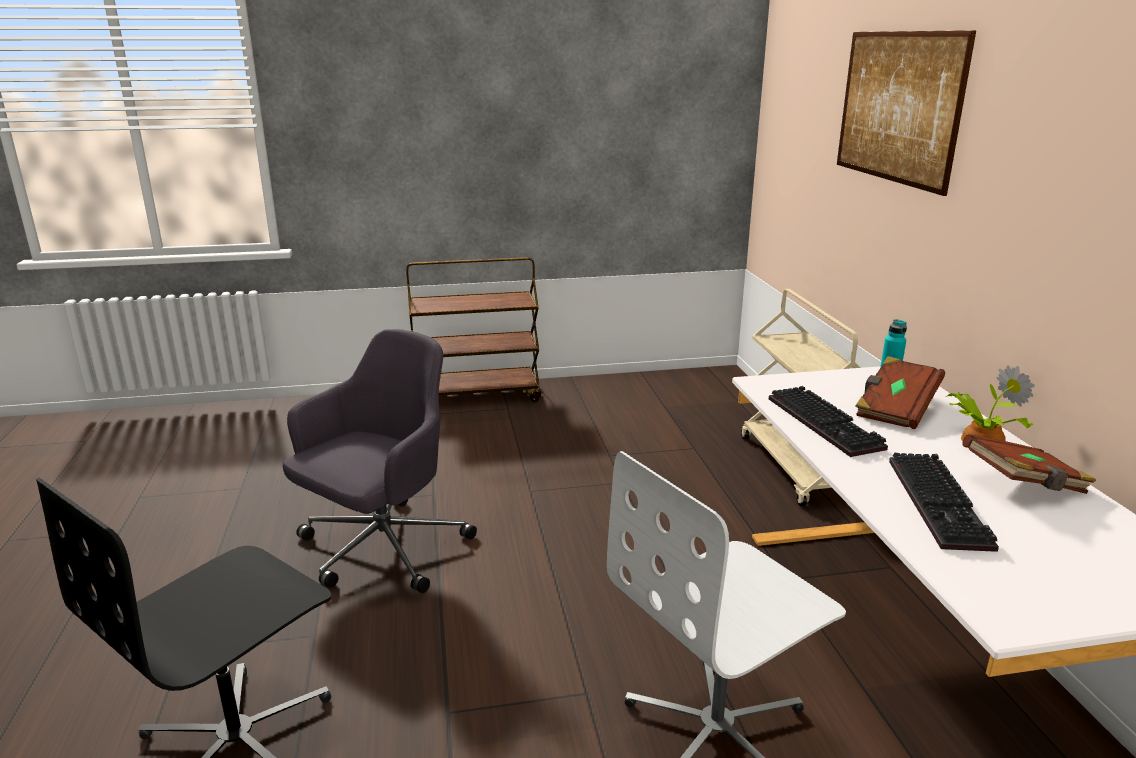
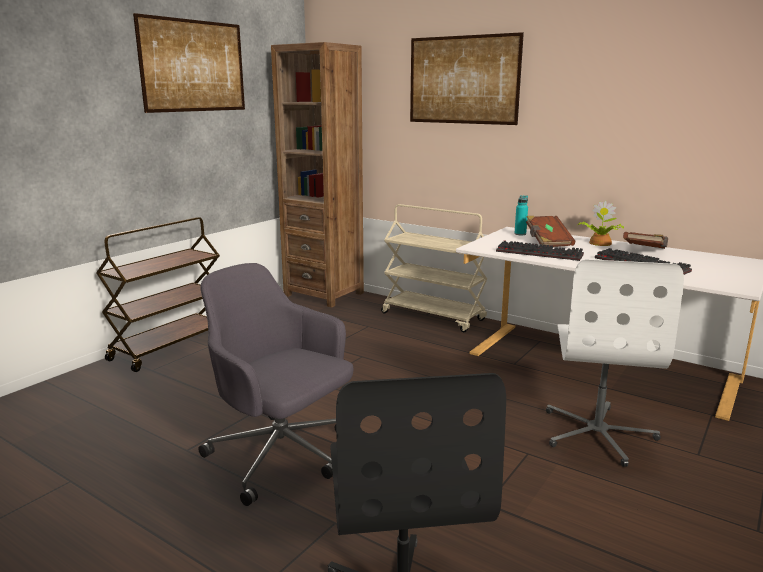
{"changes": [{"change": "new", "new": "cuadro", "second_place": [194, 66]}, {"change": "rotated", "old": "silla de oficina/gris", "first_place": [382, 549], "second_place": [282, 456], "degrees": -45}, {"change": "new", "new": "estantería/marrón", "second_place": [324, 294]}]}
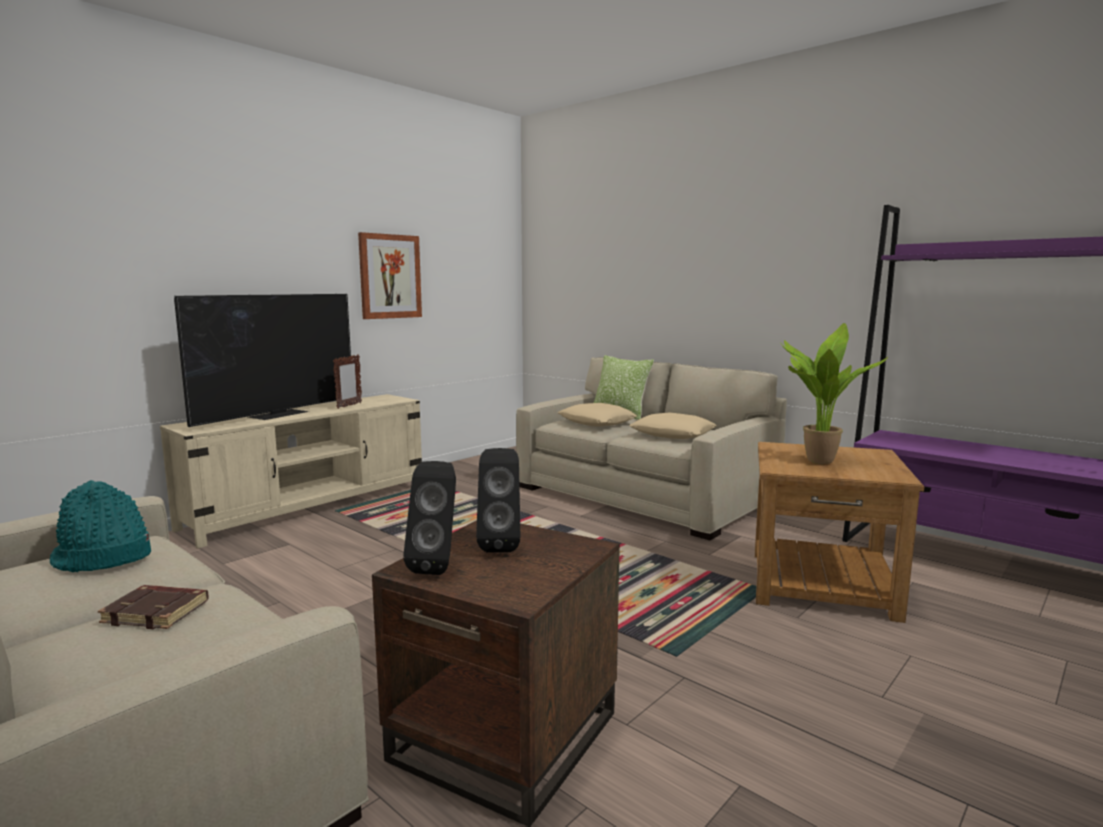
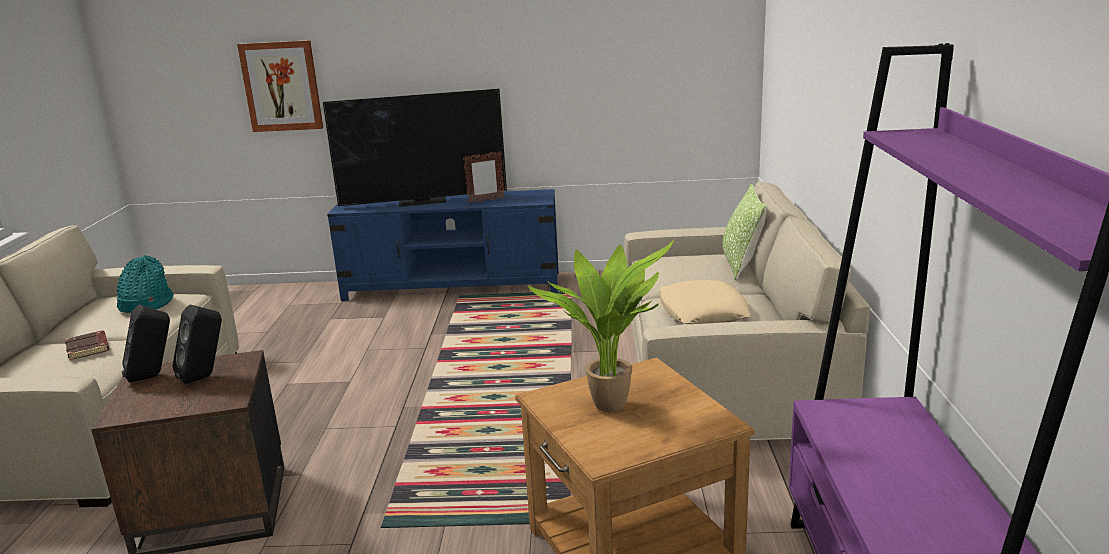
{"changes": [{"change": "shifted", "old": "cuadro", "first_place": [390, 276], "second_place": [282, 86]}, {"change": "repainted", "old": "mueble de televisión/beis", "new": "mueble de televisión/azul", "first_place": [310, 507], "second_place": [453, 286]}, {"change": "gone", "old": "cojín/beis", "first_place": [596, 422]}]}
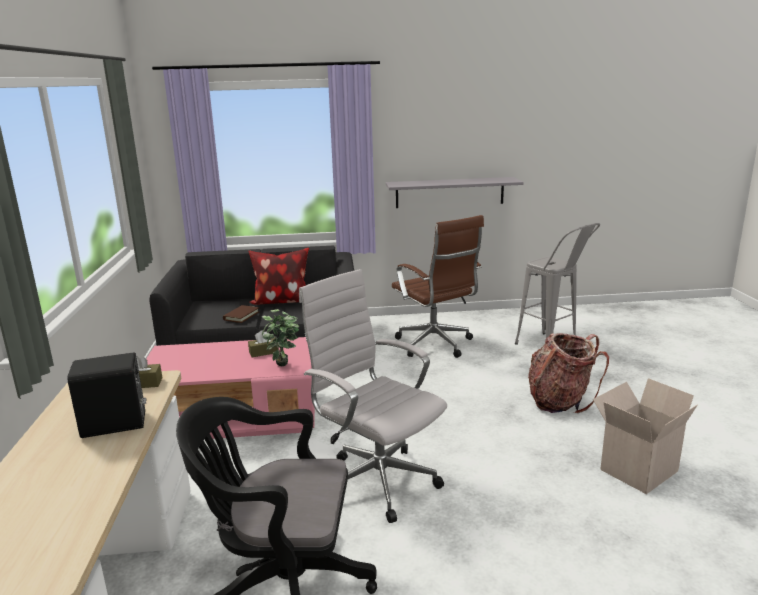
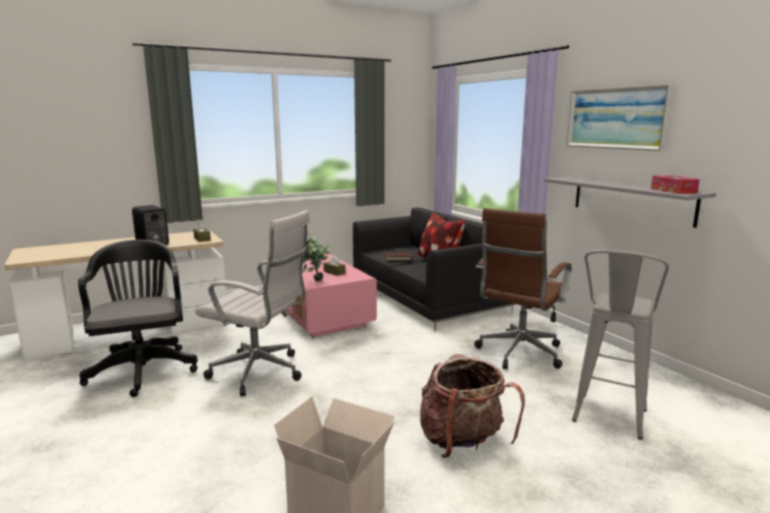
{"changes": [{"change": "rotated", "old": "silla de oficina/blanco", "first_place": [376, 480], "second_place": [261, 373], "degrees": 90}, {"change": "new", "new": "cuadro", "second_place": [615, 118]}, {"change": "new", "new": "caja de pañuelos", "second_place": [673, 191]}]}
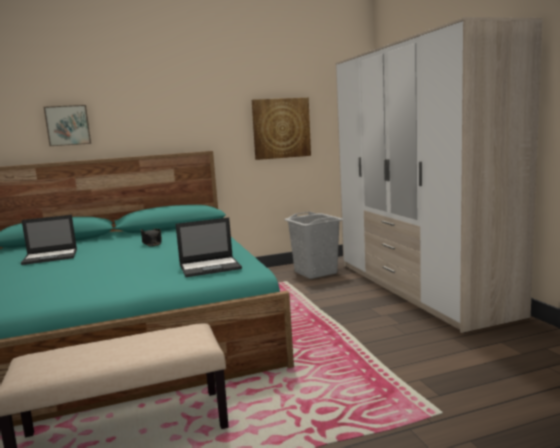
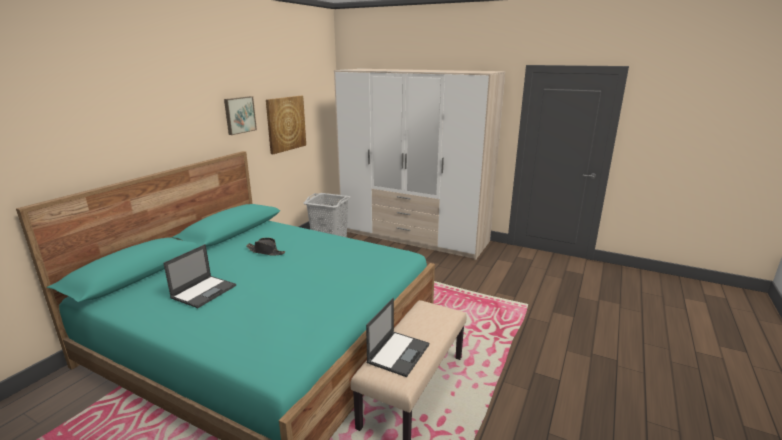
{"changes": [{"change": "shifted", "old": "cuadro", "first_place": [68, 125], "second_place": [239, 115]}, {"change": "shifted", "old": "portátil", "first_place": [211, 267], "second_place": [398, 353]}]}
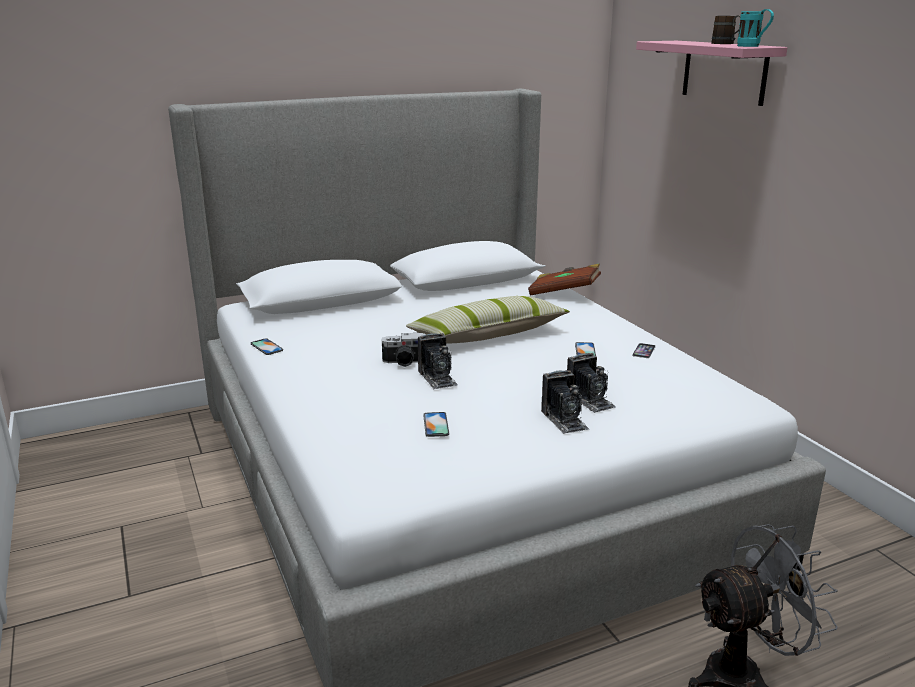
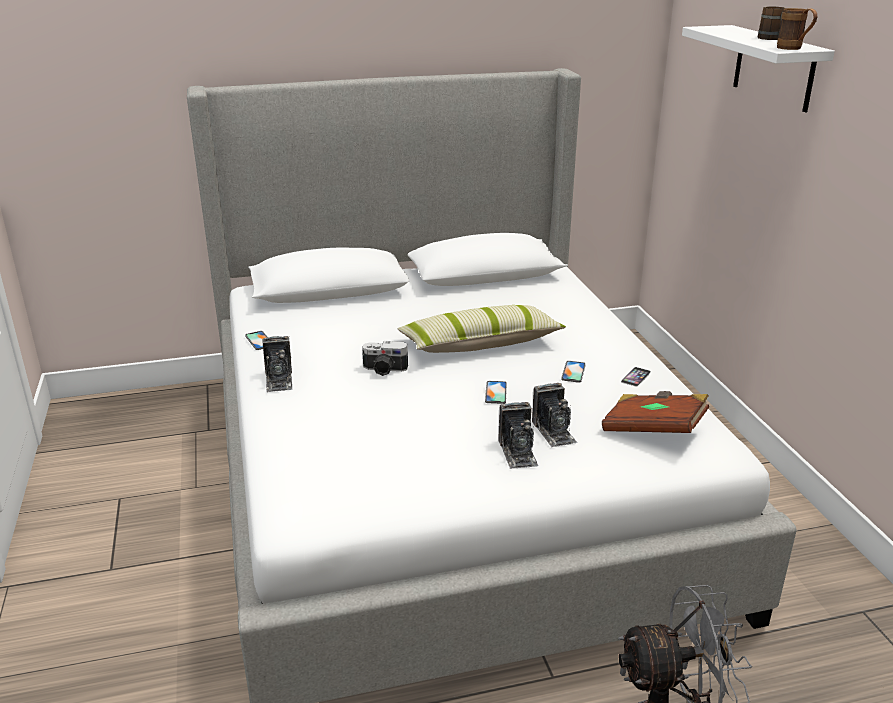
{"changes": [{"change": "shifted", "old": "cámara", "first_place": [437, 378], "second_place": [279, 380]}, {"change": "shifted", "old": "móvil", "first_place": [436, 425], "second_place": [496, 392]}, {"change": "shifted", "old": "libro/marrón", "first_place": [564, 293], "second_place": [653, 430]}, {"change": "repainted", "old": "estante/rosa", "new": "estante/blanco", "first_place": [724, 72], "second_place": [773, 68]}, {"change": "repainted", "old": "taza grande/turquesa", "new": "taza grande/marrón", "first_place": [752, 46], "second_place": [793, 48]}]}
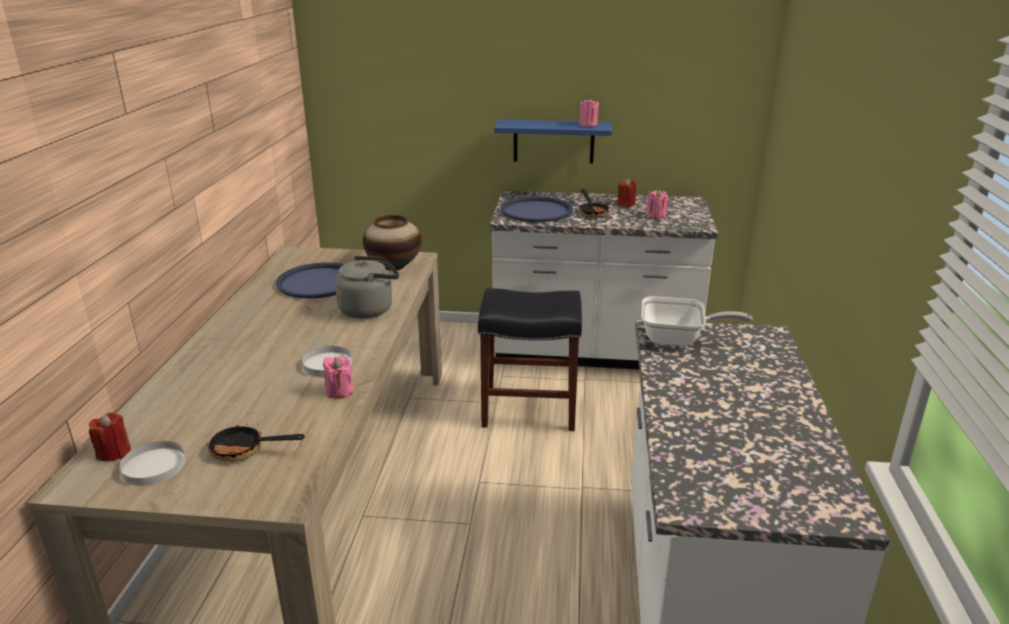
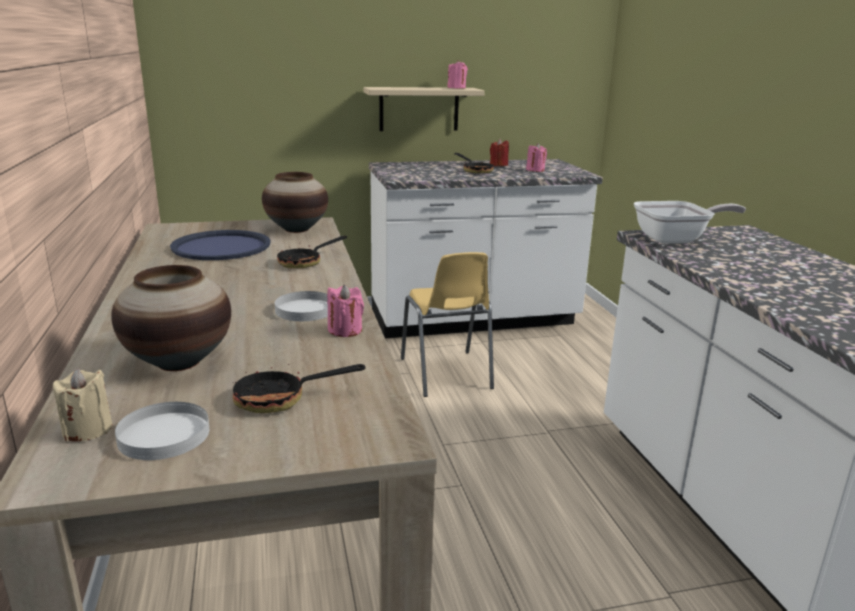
{"changes": [{"change": "repainted", "old": "vela/rojo", "new": "vela/beis", "first_place": [114, 452], "second_place": [87, 430]}, {"change": "new", "new": "florero", "second_place": [179, 362]}, {"change": "swapped", "old": "hervidor/gris", "new": "sartén", "first_place": [369, 309], "second_place": [305, 262]}, {"change": "repainted", "old": "estante/azul", "new": "estante/beis", "first_place": [553, 141], "second_place": [419, 109]}, {"change": "swapped", "old": "taburete/negro", "new": "silla/amarillo", "first_place": [527, 410], "second_place": [446, 374]}, {"change": "gone", "old": "bandeja/azul", "first_place": [536, 210]}]}
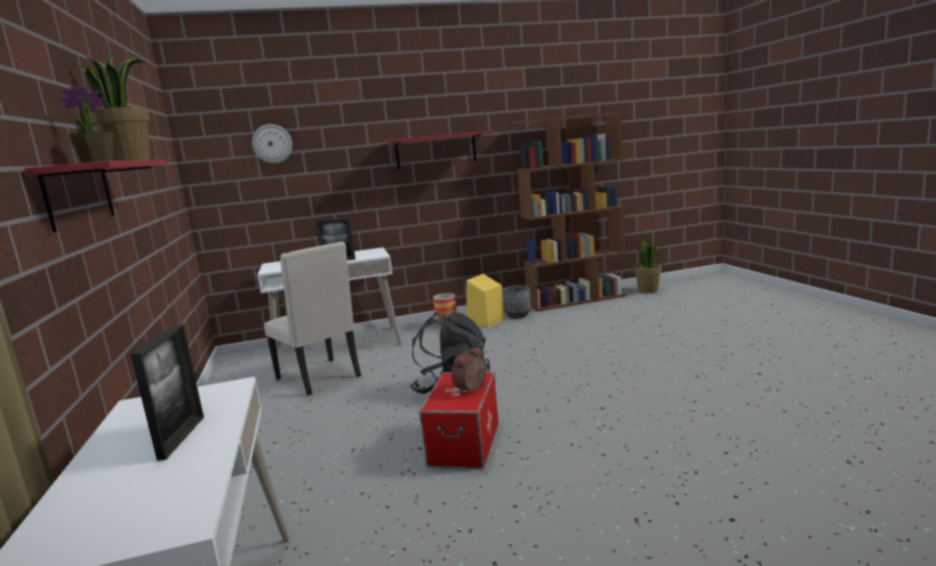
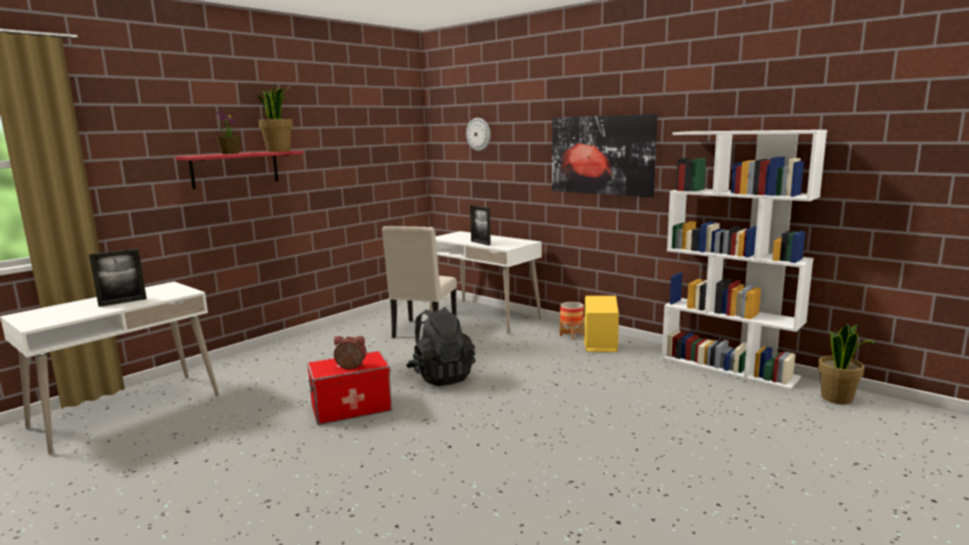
{"changes": [{"change": "swapped", "old": "estante/rojo", "new": "cuadro", "first_place": [436, 150], "second_place": [602, 155]}, {"change": "repainted", "old": "estantería/marrón", "new": "estantería/blanco", "first_place": [576, 300], "second_place": [729, 368]}, {"change": "gone", "old": "maceta/gris", "first_place": [517, 315]}]}
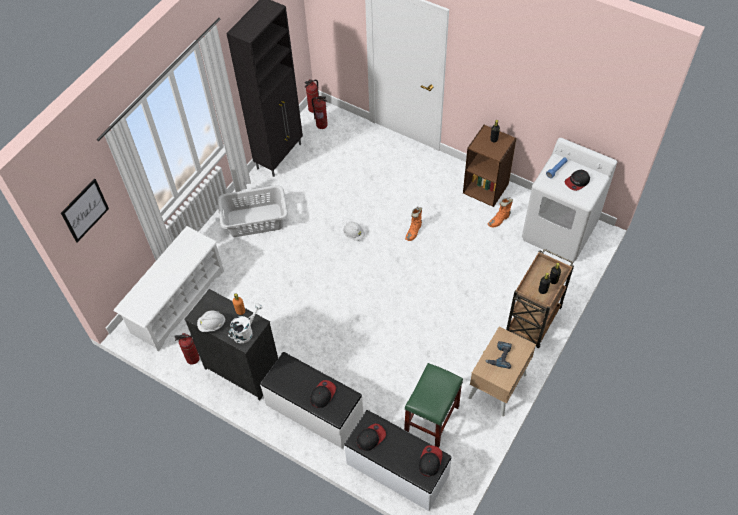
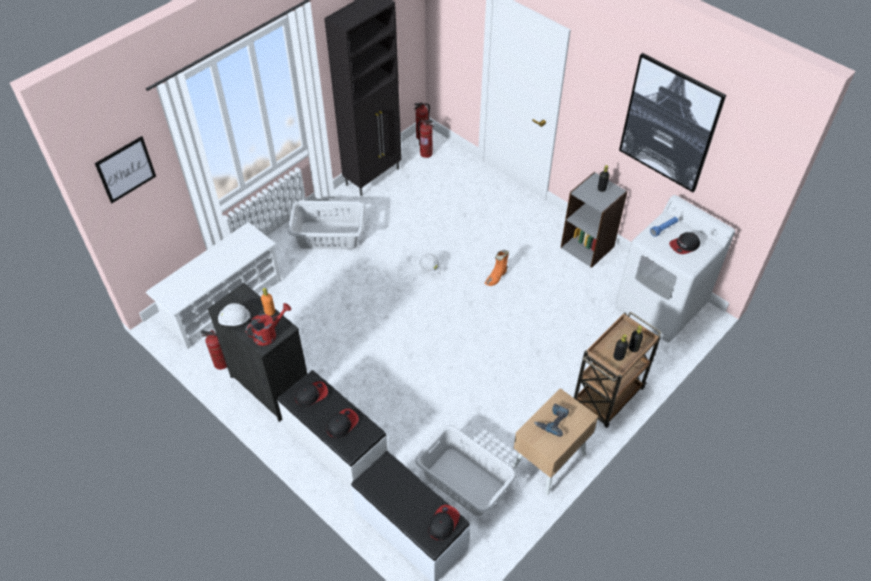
{"changes": [{"change": "repainted", "old": "regadera/blanco", "new": "regadera/rojo", "first_place": [245, 331], "second_place": [269, 334]}, {"change": "shifted", "old": "gorra", "first_place": [371, 437], "second_place": [311, 394]}, {"change": "swapped", "old": "taburete/verde", "new": "cesto de la ropa/gris", "first_place": [431, 420], "second_place": [464, 482]}, {"change": "repainted", "old": "estantería/marrón", "new": "estantería/gris", "first_place": [486, 188], "second_place": [587, 247]}, {"change": "new", "new": "cuadro", "second_place": [669, 123]}, {"change": "gone", "old": "bota/naranja", "first_place": [499, 220]}]}
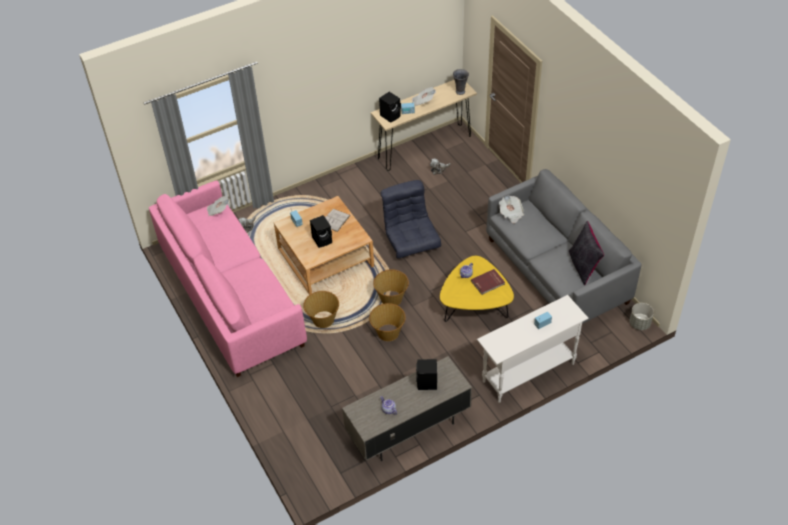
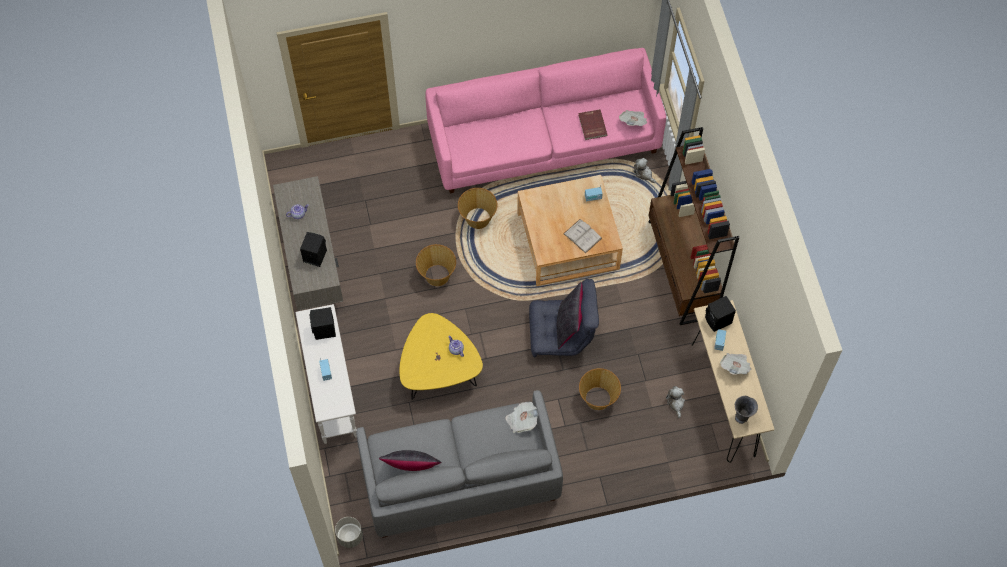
{"changes": [{"change": "shifted", "old": "altavoz/negro", "first_place": [323, 239], "second_place": [324, 331]}, {"change": "new", "new": "cojín/negro", "second_place": [568, 325]}, {"change": "shifted", "old": "libro/rojo", "first_place": [488, 283], "second_place": [592, 125]}, {"change": "shifted", "old": "cesta", "first_place": [391, 298], "second_place": [598, 399]}, {"change": "new", "new": "estantería/marrón", "second_place": [682, 269]}]}
